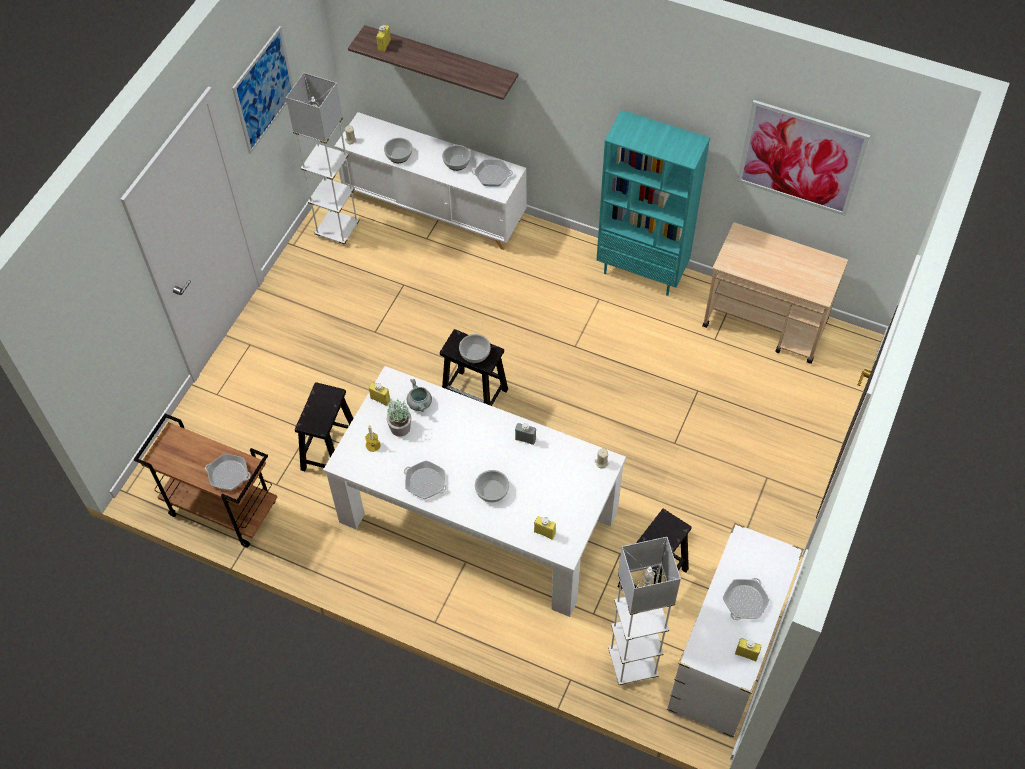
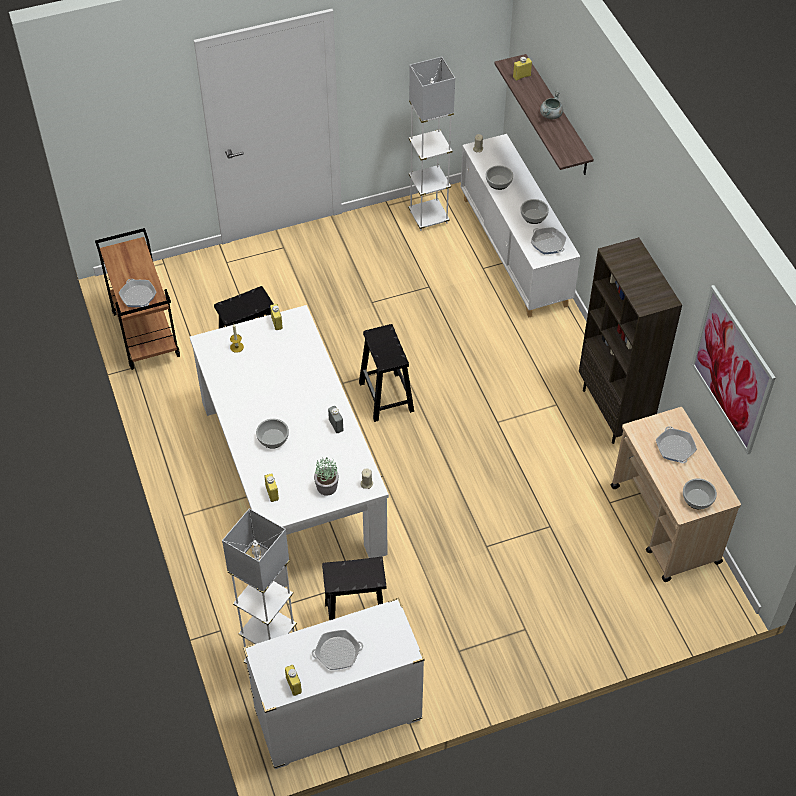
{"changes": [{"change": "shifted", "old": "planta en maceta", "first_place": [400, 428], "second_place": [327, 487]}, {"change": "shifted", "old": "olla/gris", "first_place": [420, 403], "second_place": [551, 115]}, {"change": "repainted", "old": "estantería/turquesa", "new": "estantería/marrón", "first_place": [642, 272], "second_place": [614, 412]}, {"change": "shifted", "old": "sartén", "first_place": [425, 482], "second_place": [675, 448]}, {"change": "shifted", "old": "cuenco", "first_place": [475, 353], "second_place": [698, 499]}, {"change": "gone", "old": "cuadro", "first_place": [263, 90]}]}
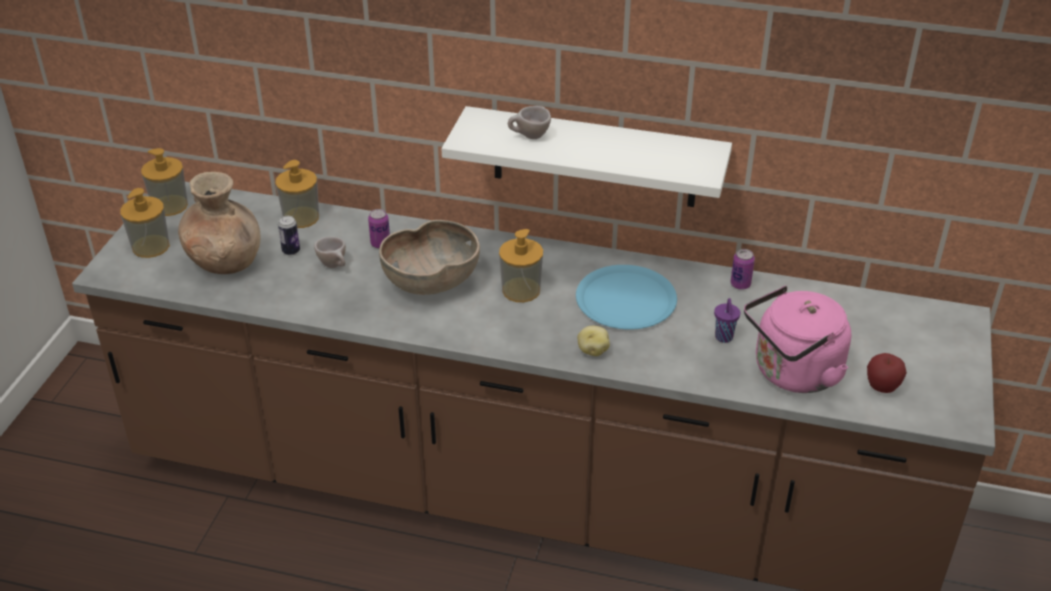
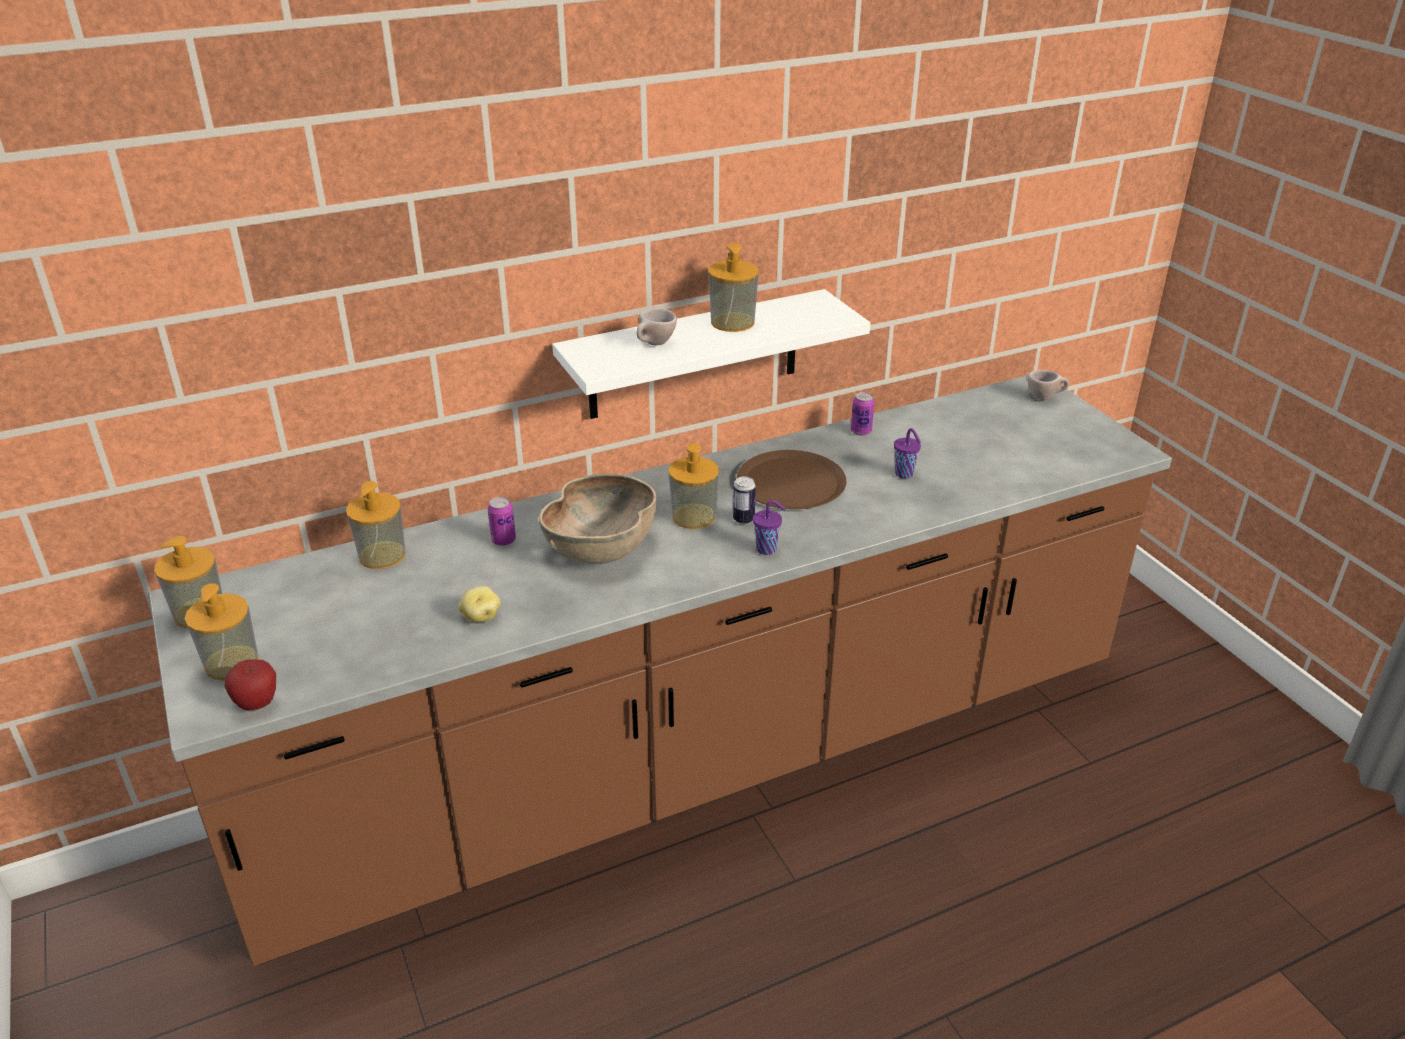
{"changes": [{"change": "shifted", "old": "manzana", "first_place": [882, 388], "second_place": [257, 704]}, {"change": "shifted", "old": "patata", "first_place": [593, 350], "second_place": [480, 616]}, {"change": "new", "new": "dispensador de jabón", "second_place": [732, 322]}, {"change": "shifted", "old": "lata", "first_place": [291, 251], "second_place": [743, 519]}, {"change": "repainted", "old": "plato/azul", "new": "plato/marrón", "first_place": [625, 299], "second_place": [791, 482]}, {"change": "new", "new": "taza/morado", "second_place": [767, 549]}, {"change": "shifted", "old": "taza/beis", "first_place": [335, 266], "second_place": [1045, 397]}, {"change": "gone", "old": "florero/marrón", "first_place": [226, 261]}, {"change": "gone", "old": "hervidor/rosa", "first_place": [792, 373]}]}
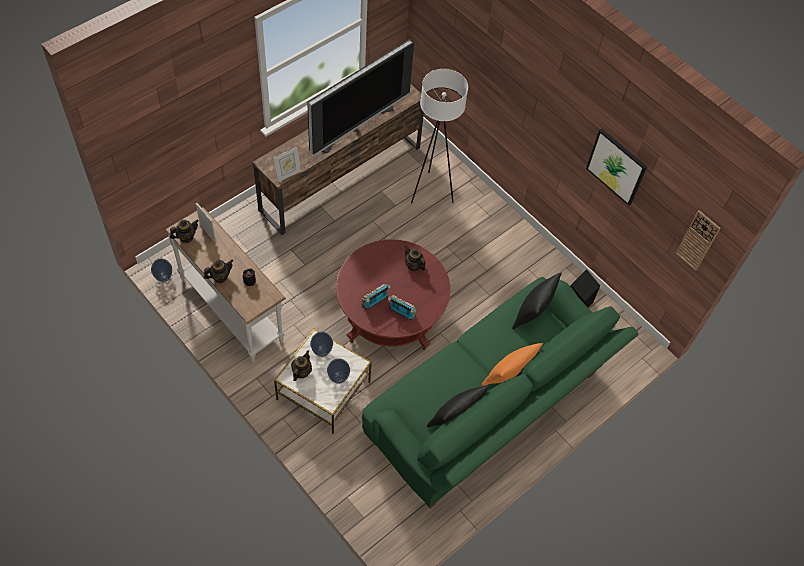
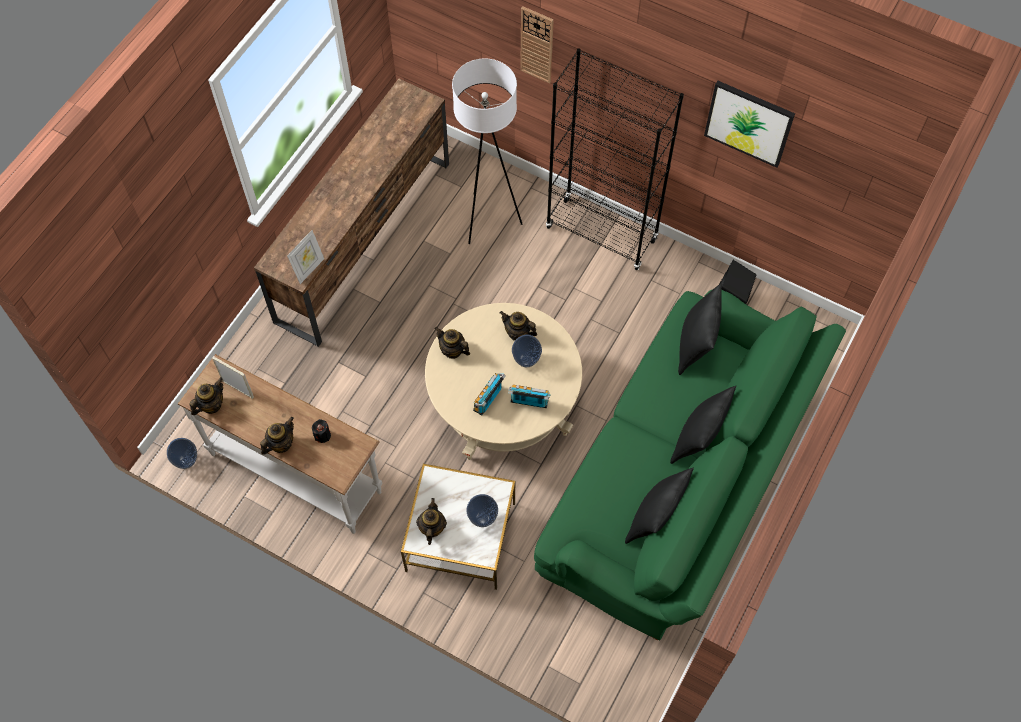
{"changes": [{"change": "repainted", "old": "mesa de centro/rojo", "new": "mesa de centro/beis", "first_place": [390, 314], "second_place": [503, 403]}, {"change": "new", "new": "tetera", "second_place": [452, 350]}, {"change": "shifted", "old": "florero", "first_place": [322, 351], "second_place": [526, 360]}, {"change": "shifted", "old": "reloj de pared", "first_place": [698, 240], "second_place": [537, 44]}, {"change": "new", "new": "estantería/negro", "second_place": [601, 234]}, {"change": "repainted", "old": "cojín/naranja", "new": "cojín/negro", "first_place": [508, 377], "second_place": [698, 439]}, {"change": "gone", "old": "televisor", "first_place": [355, 126]}]}
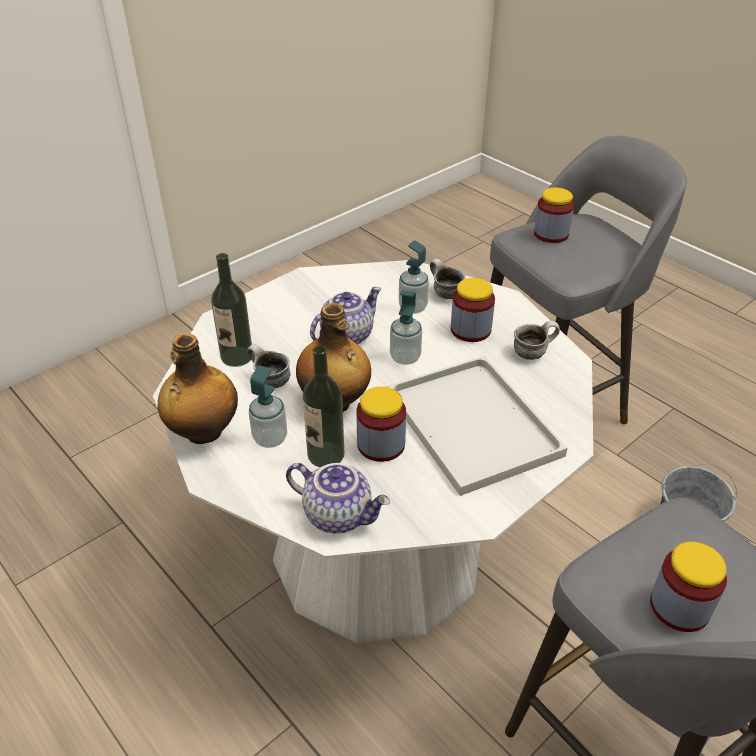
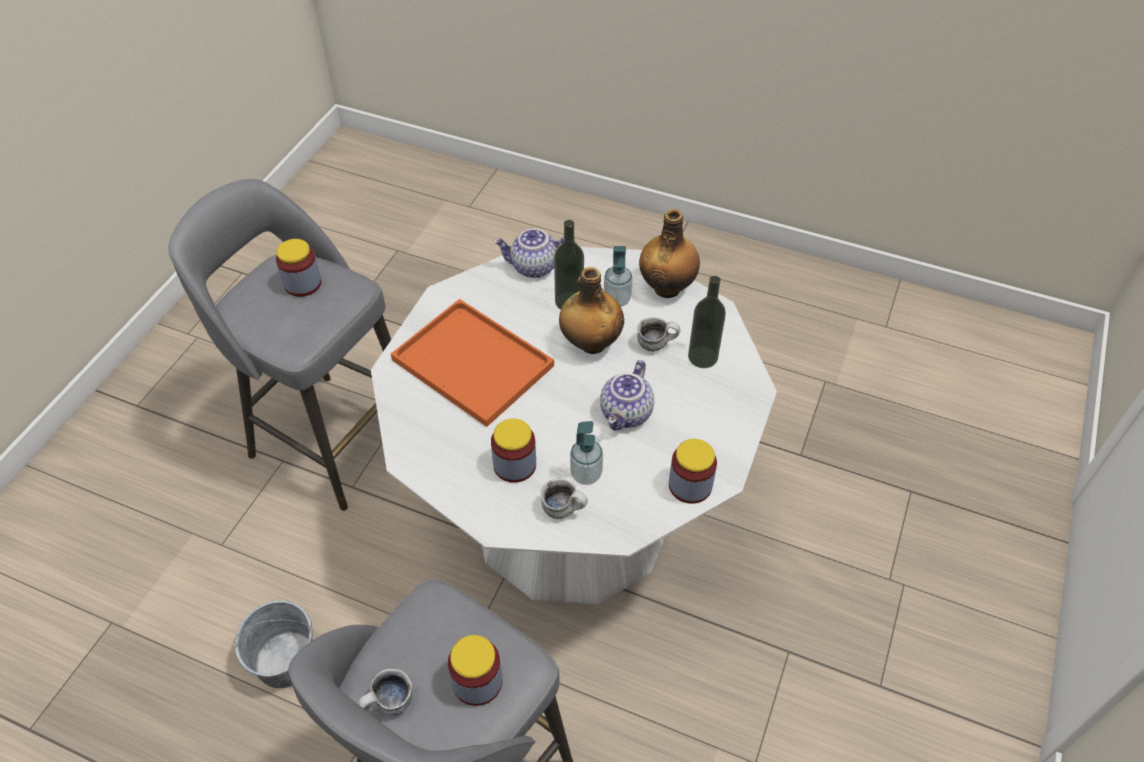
{"changes": [{"change": "shifted", "old": "taza grande", "first_place": [533, 352], "second_place": [389, 705]}, {"change": "repainted", "old": "bandeja/blanco", "new": "bandeja/naranja", "first_place": [476, 425], "second_place": [469, 362]}, {"change": "shifted", "old": "tarro", "first_place": [381, 444], "second_place": [690, 485]}, {"change": "gone", "old": "dispensador de jabón", "first_place": [405, 357]}]}
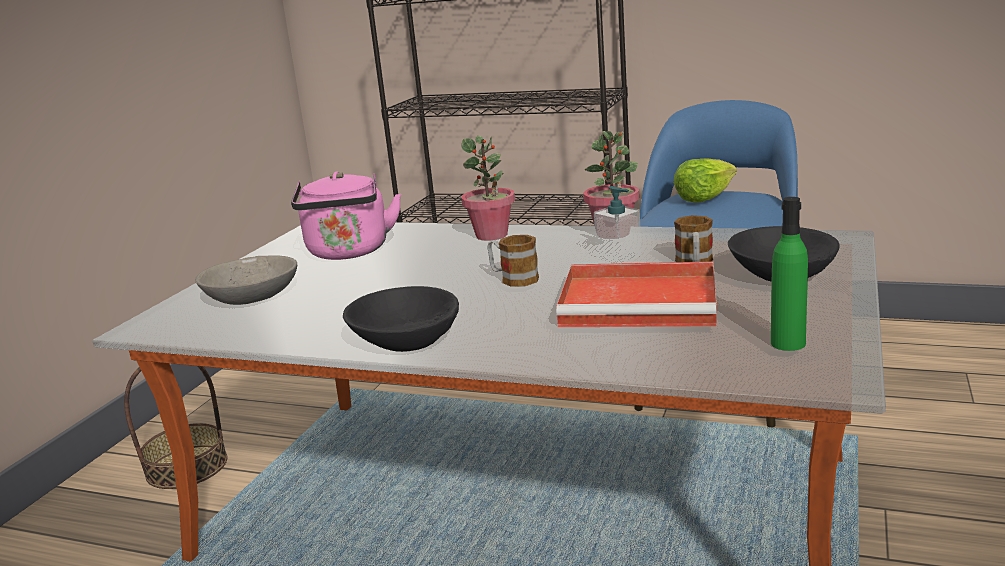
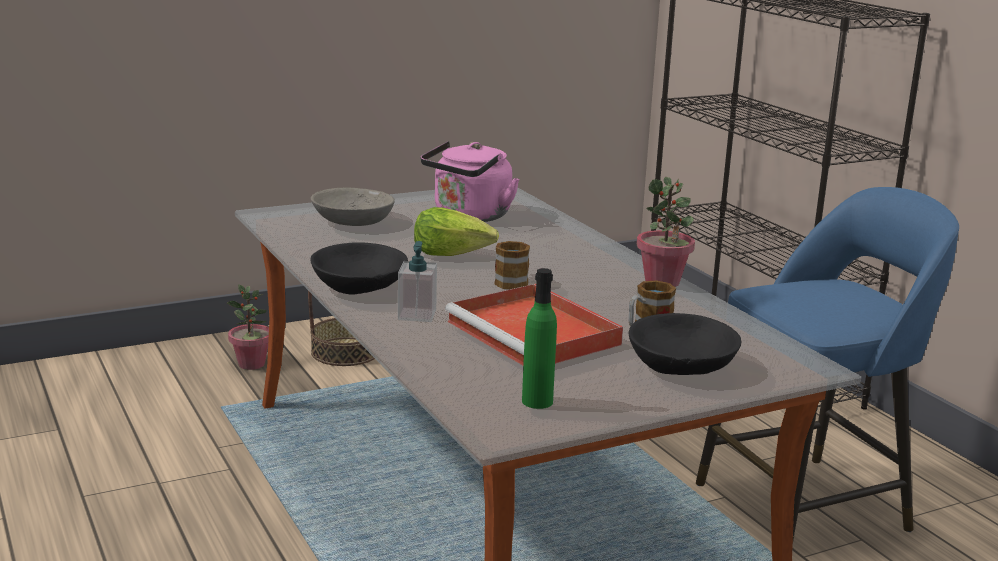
{"changes": [{"change": "shifted", "old": "planta en maceta", "first_place": [492, 235], "second_place": [251, 364]}, {"change": "shifted", "old": "dispensador de jabón", "first_place": [619, 256], "second_place": [417, 315]}, {"change": "shifted", "old": "lechuga", "first_place": [704, 197], "second_place": [451, 254]}]}
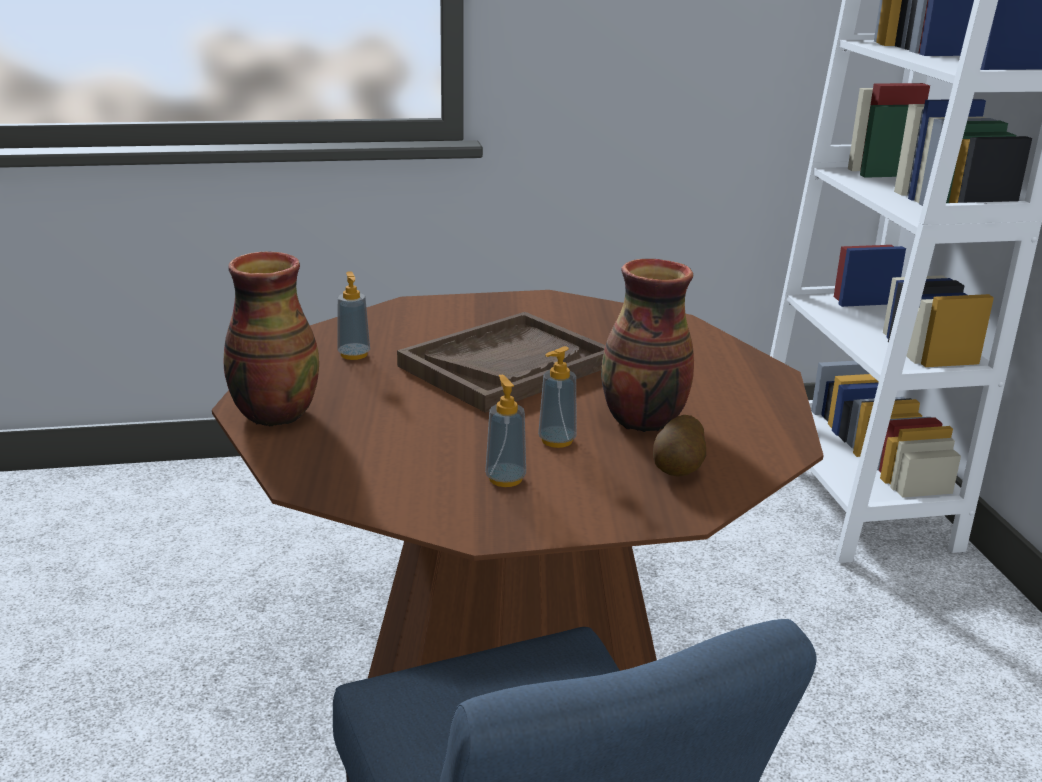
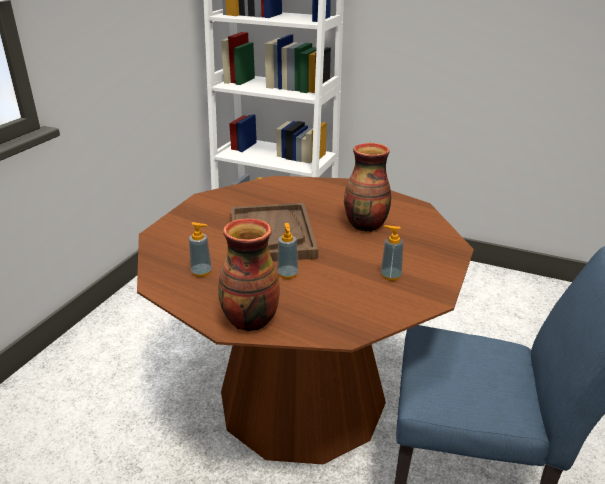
{"changes": [{"change": "shifted", "old": "dispensador de jabón", "first_place": [556, 440], "second_place": [288, 274]}, {"change": "gone", "old": "patata", "first_place": [679, 471]}]}
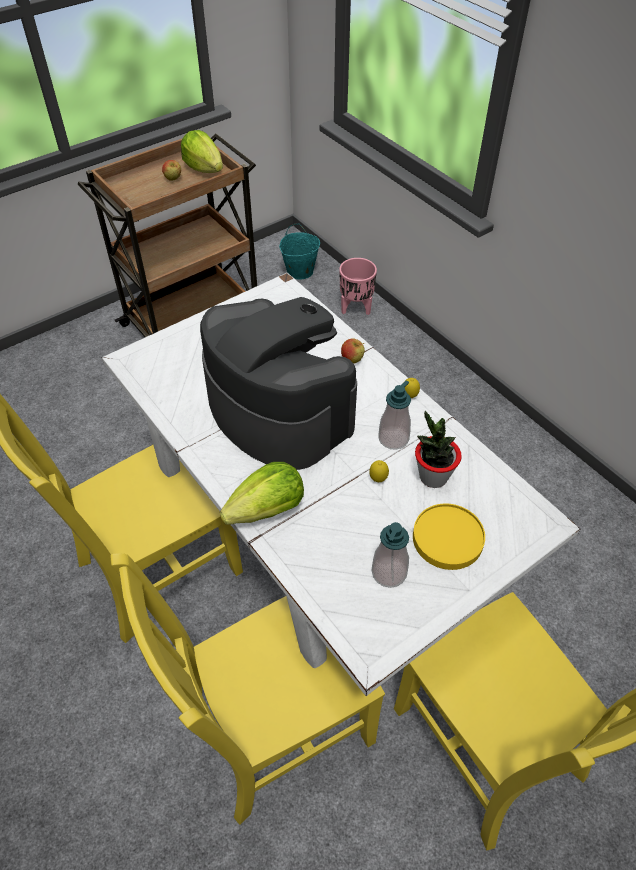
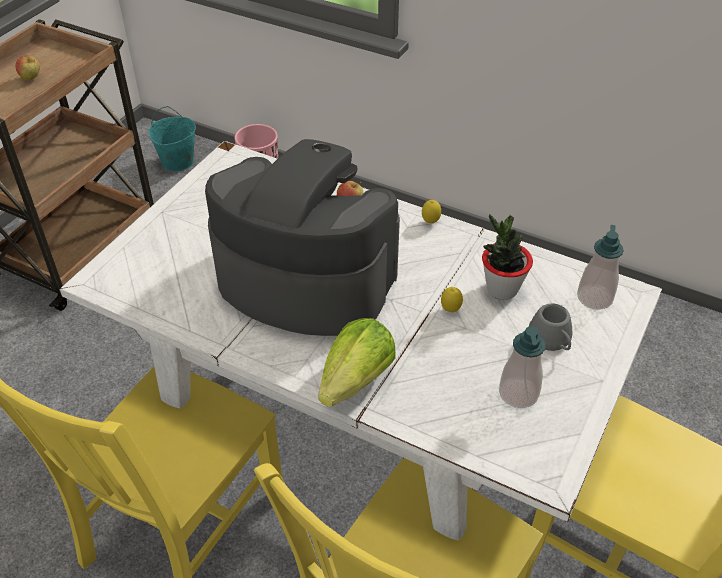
{"changes": [{"change": "swapped", "old": "plato/amarillo", "new": "taza grande/gris", "first_place": [447, 538], "second_place": [552, 340]}, {"change": "shifted", "old": "dispensador de jabón", "first_place": [393, 438], "second_place": [594, 298]}, {"change": "gone", "old": "lechuga", "first_place": [204, 168]}]}
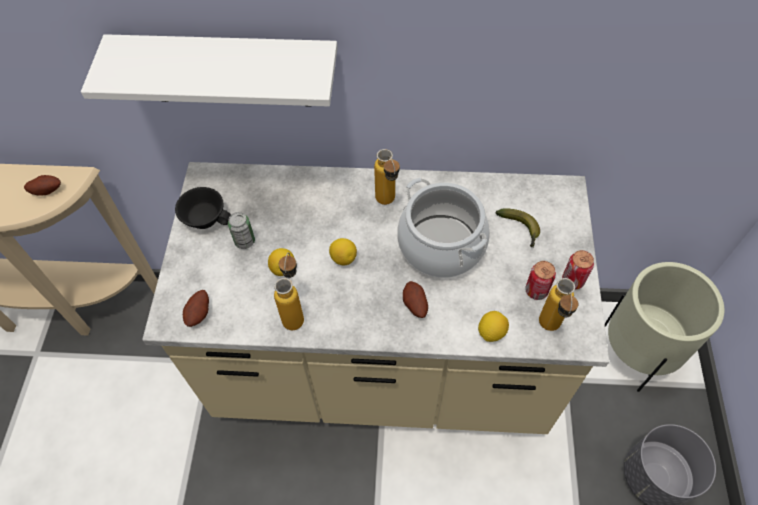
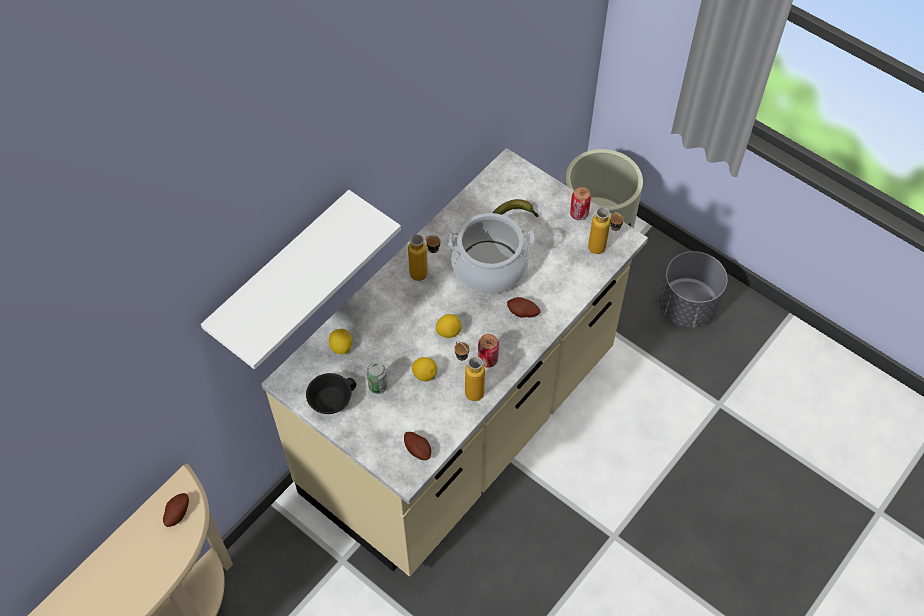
{"changes": [{"change": "shifted", "old": "limón", "first_place": [491, 332], "second_place": [341, 347]}, {"change": "shifted", "old": "lata", "first_place": [536, 291], "second_place": [487, 359]}]}
